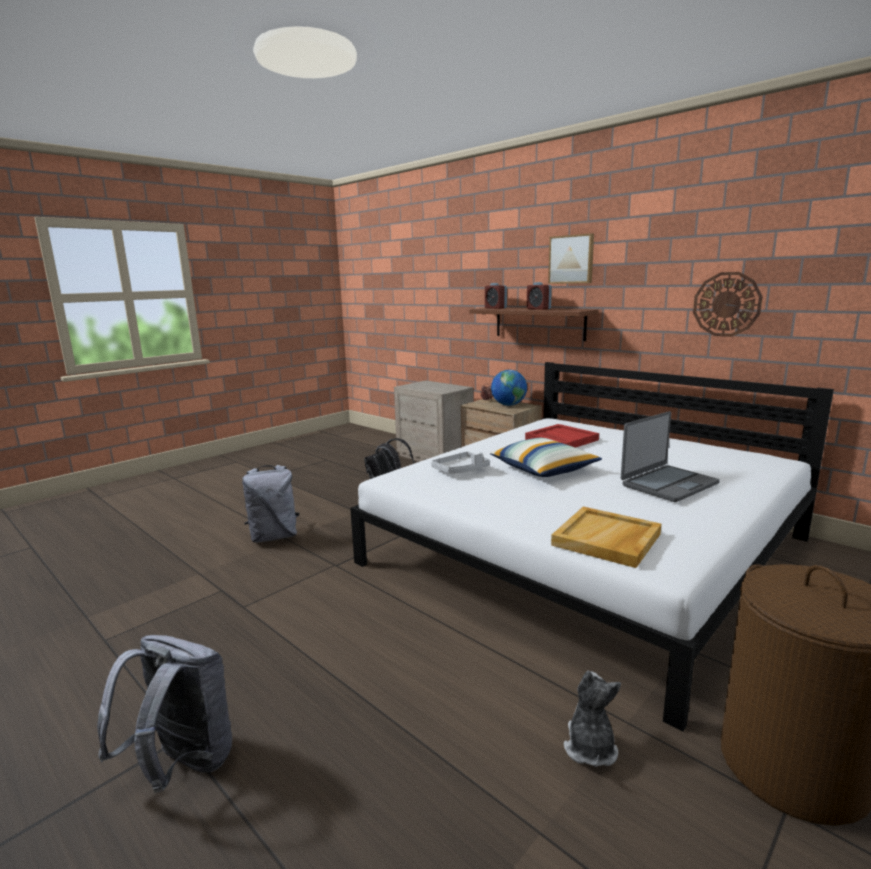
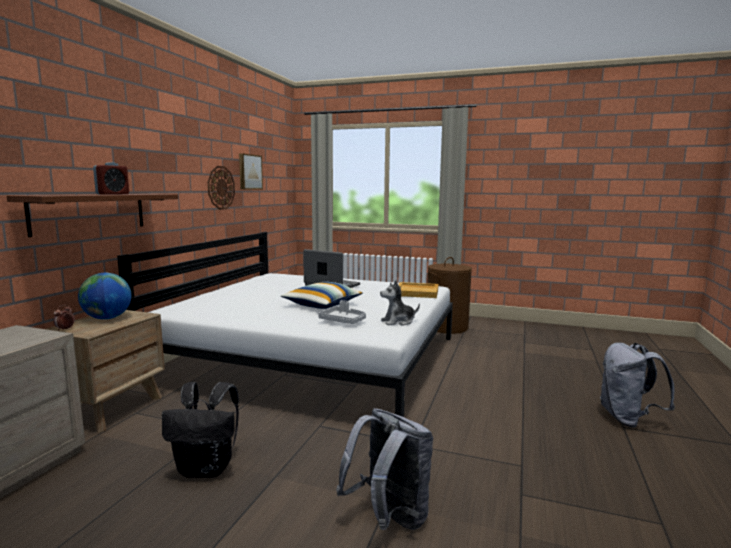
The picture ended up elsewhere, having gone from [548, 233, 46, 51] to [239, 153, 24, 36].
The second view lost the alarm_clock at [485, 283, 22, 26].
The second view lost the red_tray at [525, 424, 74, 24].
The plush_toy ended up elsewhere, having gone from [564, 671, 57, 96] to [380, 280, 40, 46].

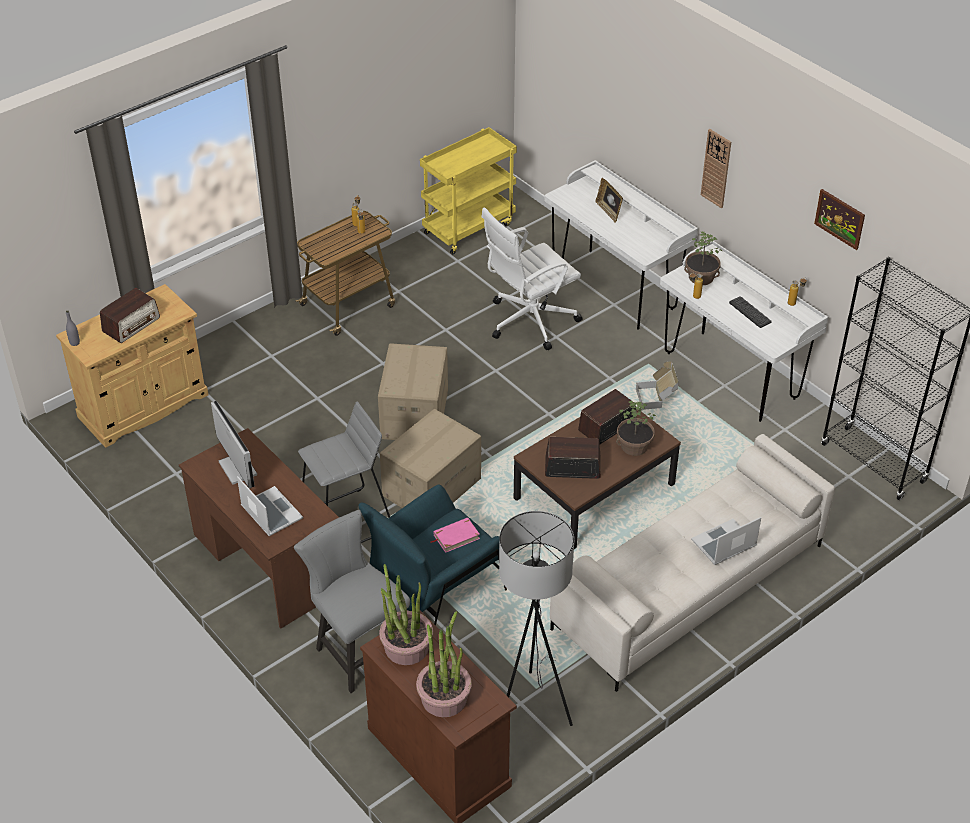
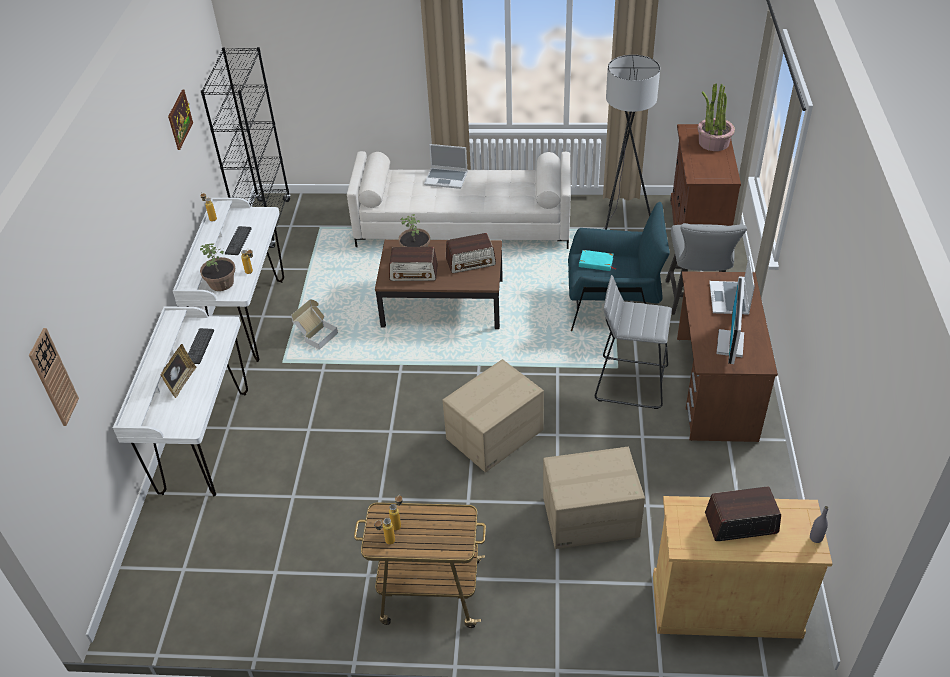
The second view lost the yellow_cart at [420, 127, 97, 128].
The wall_clock ended up elsewhere, having gone from [701, 129, 30, 79] to [29, 328, 50, 98].
The second view lost the white_office_chair at [482, 208, 101, 142].
The cardboard_box ended up elsewhere, having gone from [380, 409, 101, 99] to [543, 447, 102, 102].
The radio at [545, 437, 56, 42] ended up facing another way, 60 degrees counterclockwise from before.
What was the pink_book at [430, 518, 50, 35] turned into the turquoise_book at [579, 250, 38, 21].
The second view lost the potted_plant at [379, 564, 54, 101].
The second view gained the keyboard at [188, 328, 26, 36].

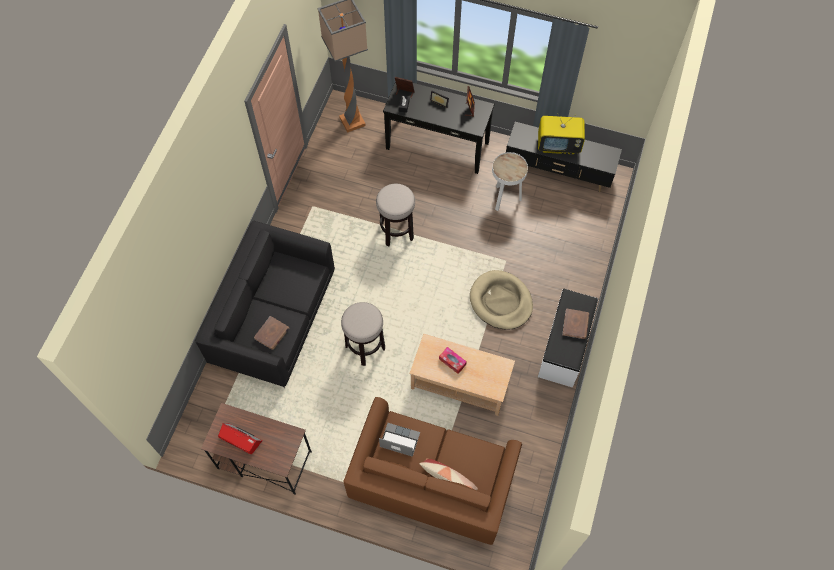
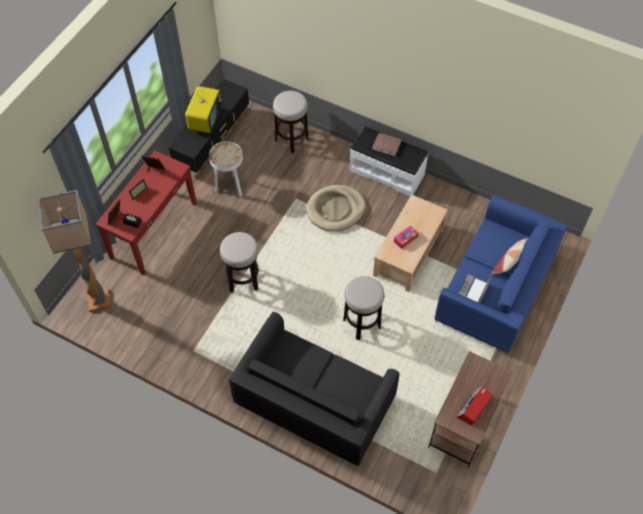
What was the black_console_table at [383, 81, 111, 93] turned into the red_console_table at [96, 151, 101, 124].
The second view lost the brown_book at [254, 316, 35, 34].
What was the brown_sofa at [343, 397, 179, 148] turned into the blue_sofa at [434, 195, 133, 160].
The second view gained the stool at [273, 91, 35, 62].

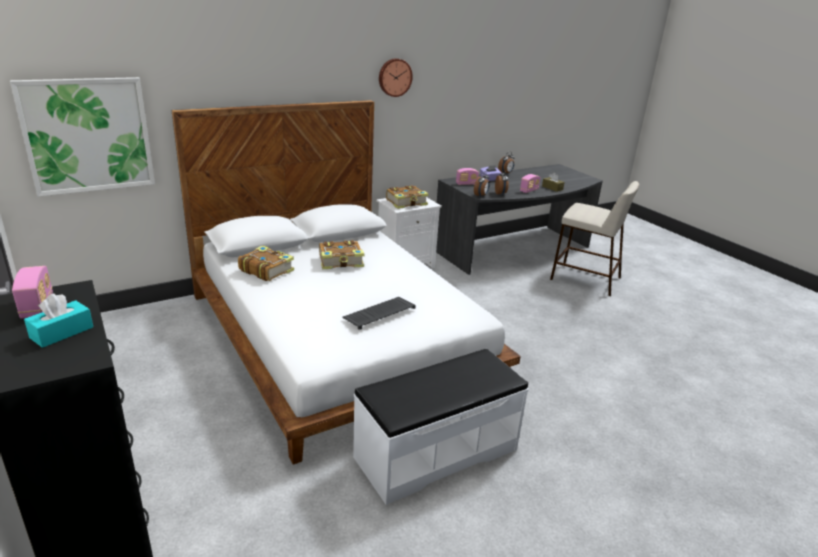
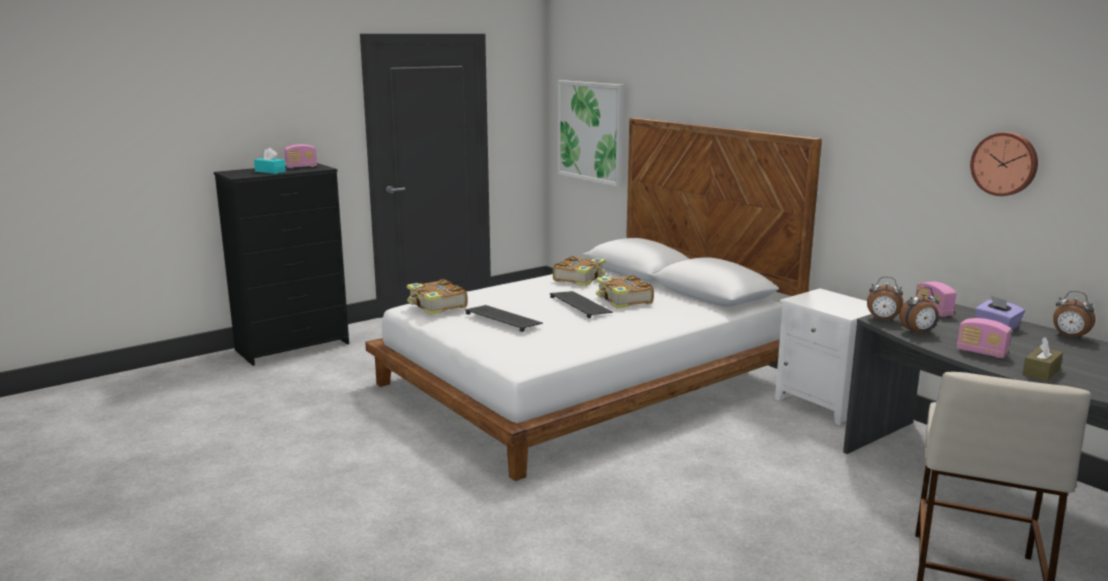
The wall_clock ended up elsewhere, having gone from [379, 58, 34, 39] to [970, 132, 68, 64].
The book ended up elsewhere, having gone from [386, 185, 43, 24] to [407, 279, 61, 36].
The second view lost the white_bench at [353, 349, 176, 156].
The second view gained the keyboard at [550, 291, 63, 27].

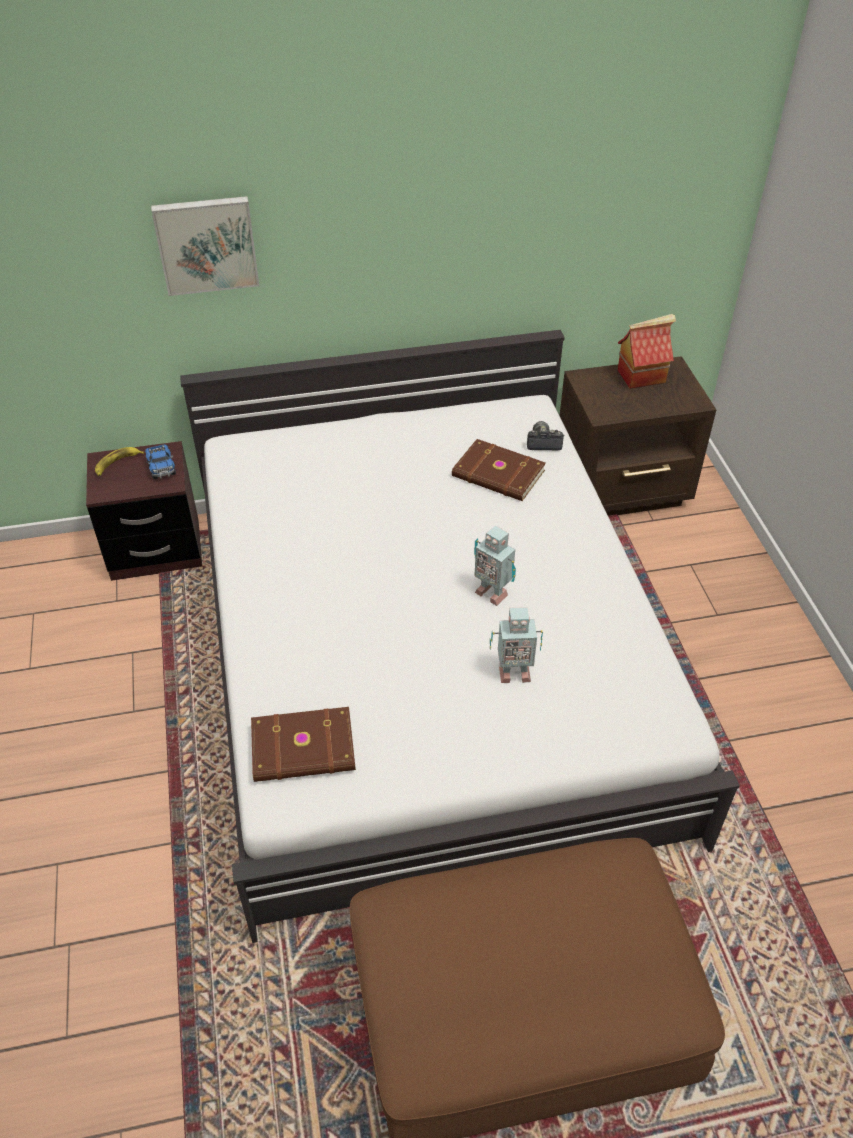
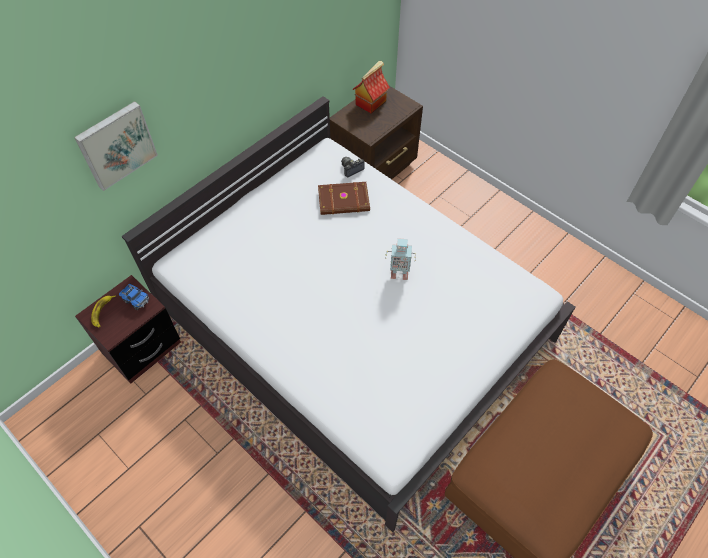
The second view lost the toy_robot at [490, 607, 53, 76].
The second view lost the brown_book at [251, 707, 105, 75].

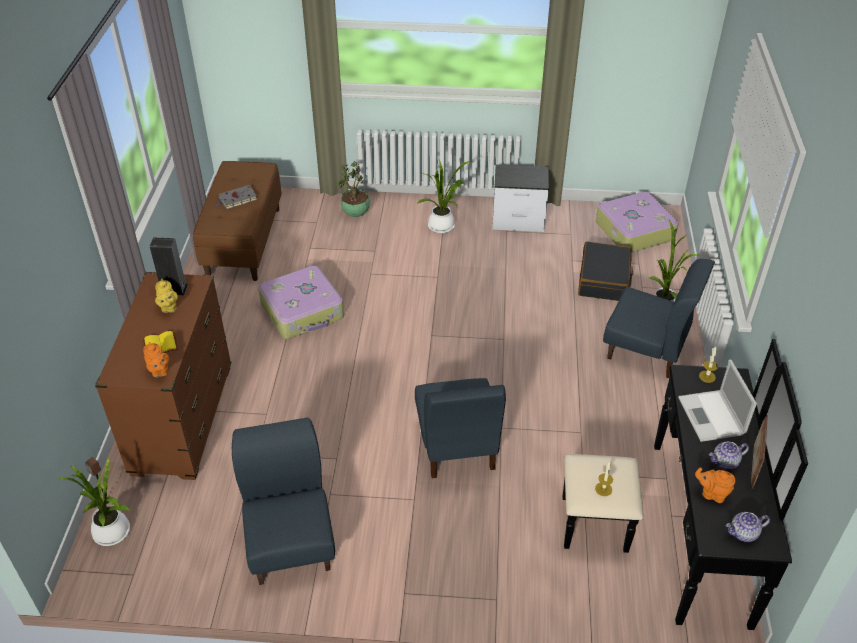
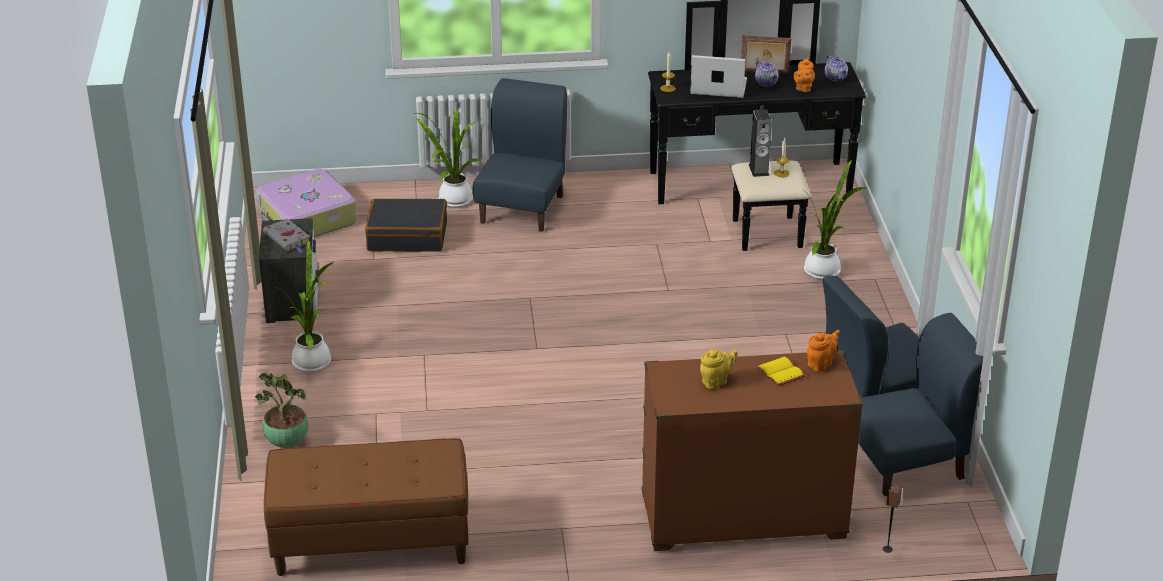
The grey_book ended up elsewhere, having gone from [216, 185, 42, 24] to [263, 219, 48, 34].
The speaker ended up elsewhere, having gone from [150, 238, 38, 58] to [749, 109, 23, 68].
The second view lost the suitcase at [258, 266, 86, 73].
The laptop at [678, 360, 79, 82] ended up facing another way, 150 degrees counterclockwise from before.
The blue_chair ended up elsewhere, having gone from [415, 378, 91, 100] to [858, 313, 125, 183].
The potted_plant ended up elsewhere, having gone from [57, 456, 73, 90] to [803, 160, 65, 120].

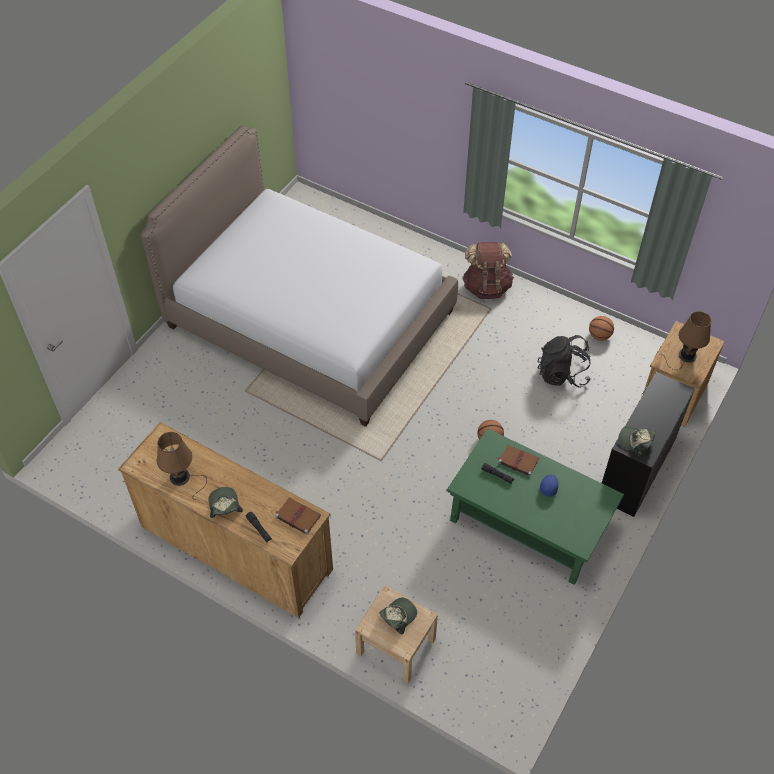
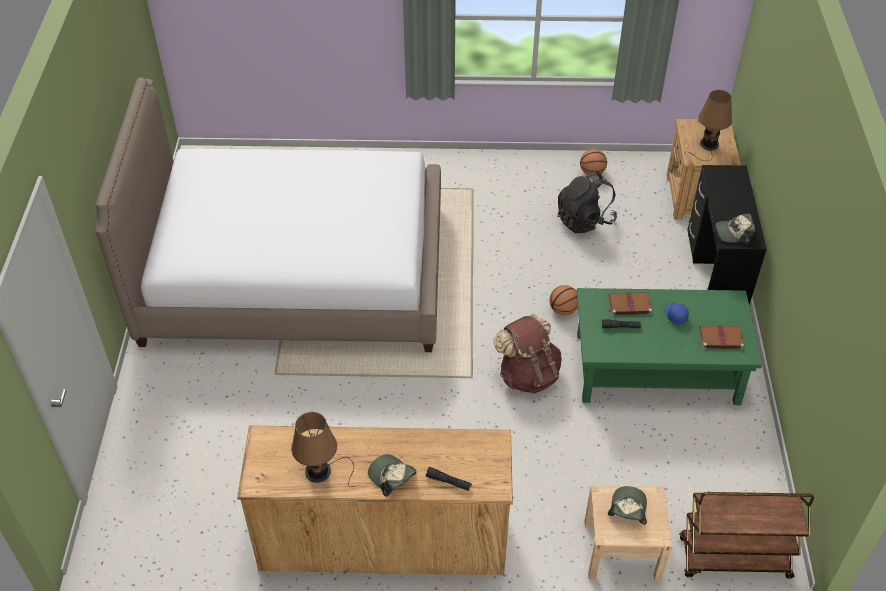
The brown_backpack ended up elsewhere, having gone from [462, 242, 52, 57] to [494, 314, 68, 80].
The brown_book ended up elsewhere, having gone from [275, 498, 46, 37] to [698, 326, 46, 23].
The second view gained the brown_cart at [679, 492, 135, 87].

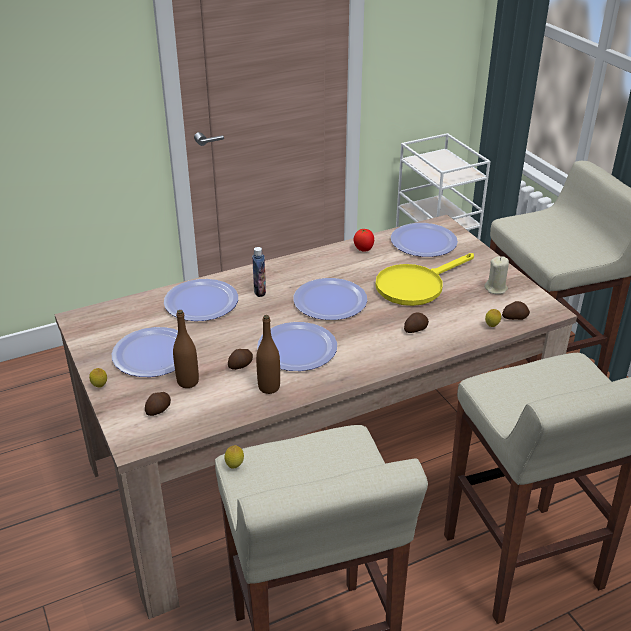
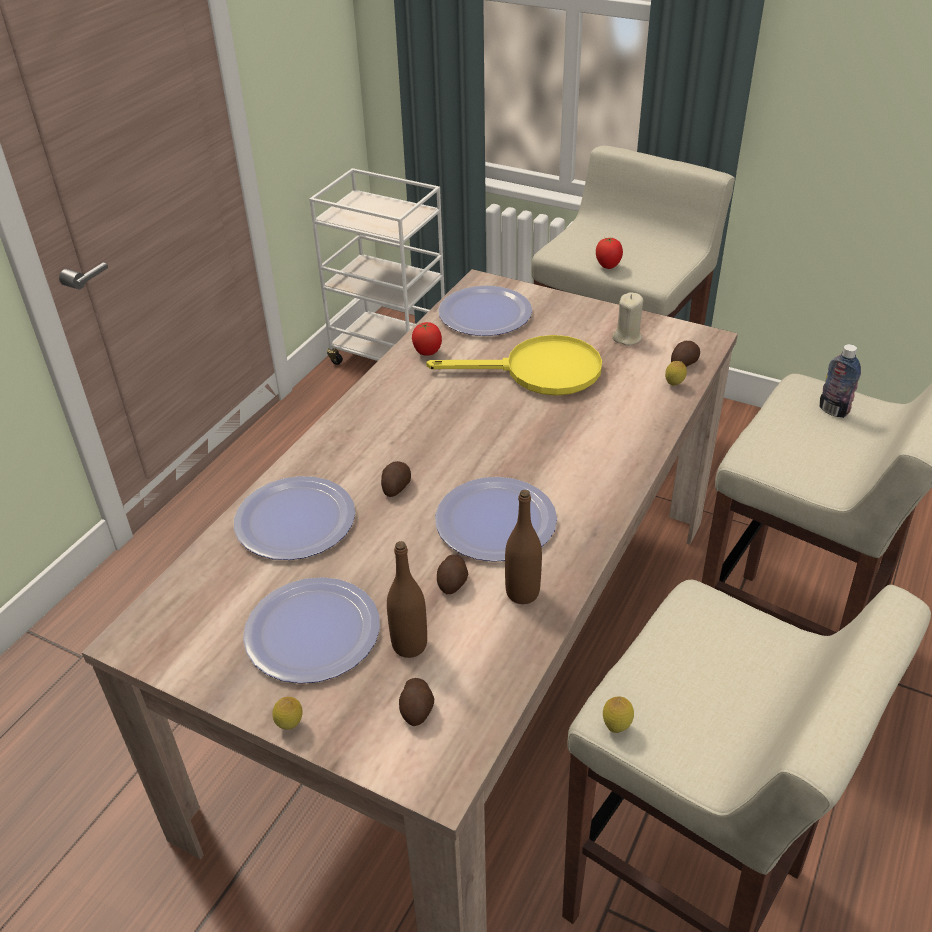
The bottle ended up elsewhere, having gone from [252, 247, 14, 50] to [820, 344, 41, 74].
The yellow_frying_pan at [376, 253, 98, 53] ended up facing another way, 105 degrees counterclockwise from before.
The second view lost the plate at [293, 278, 74, 42].
The potato ended up elsewhere, having gone from [404, 312, 25, 21] to [381, 461, 30, 36].
The second view gained the tomato at [596, 238, 27, 31].

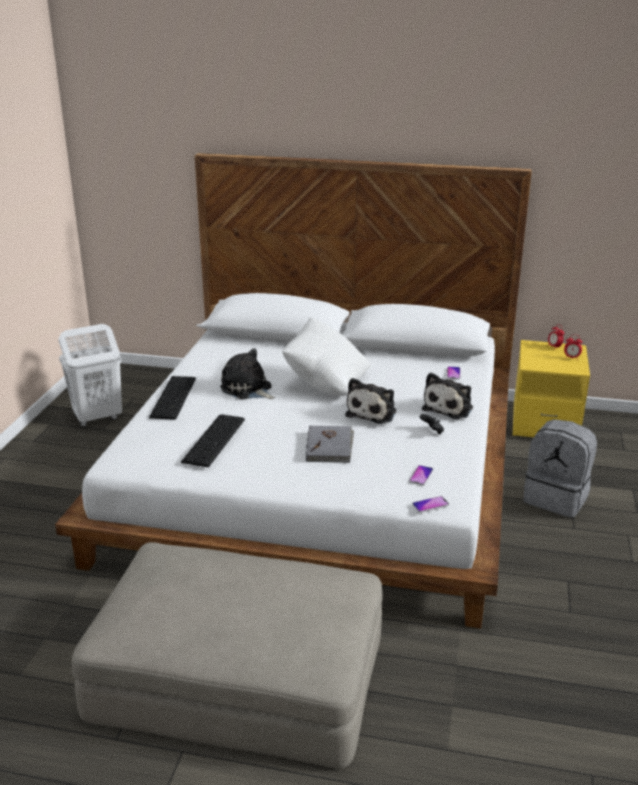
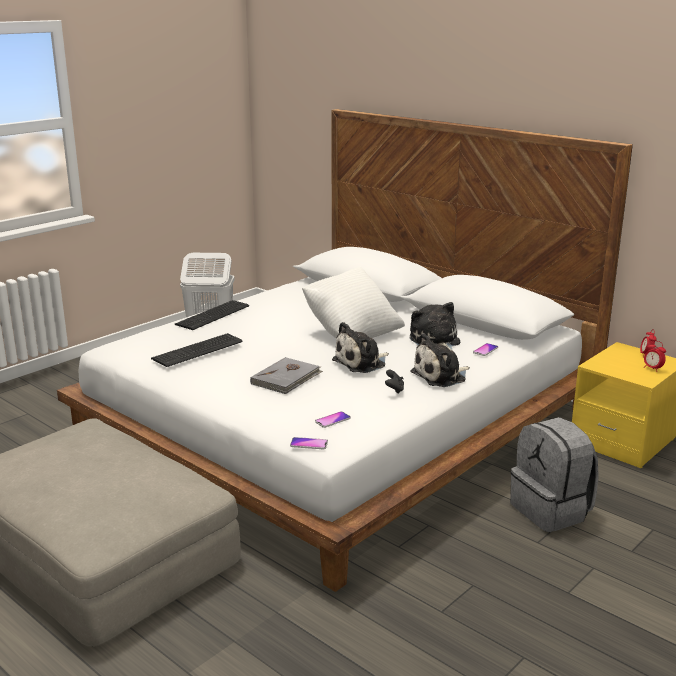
The plush_toy ended up elsewhere, having gone from [220, 348, 55, 51] to [410, 302, 50, 49].

